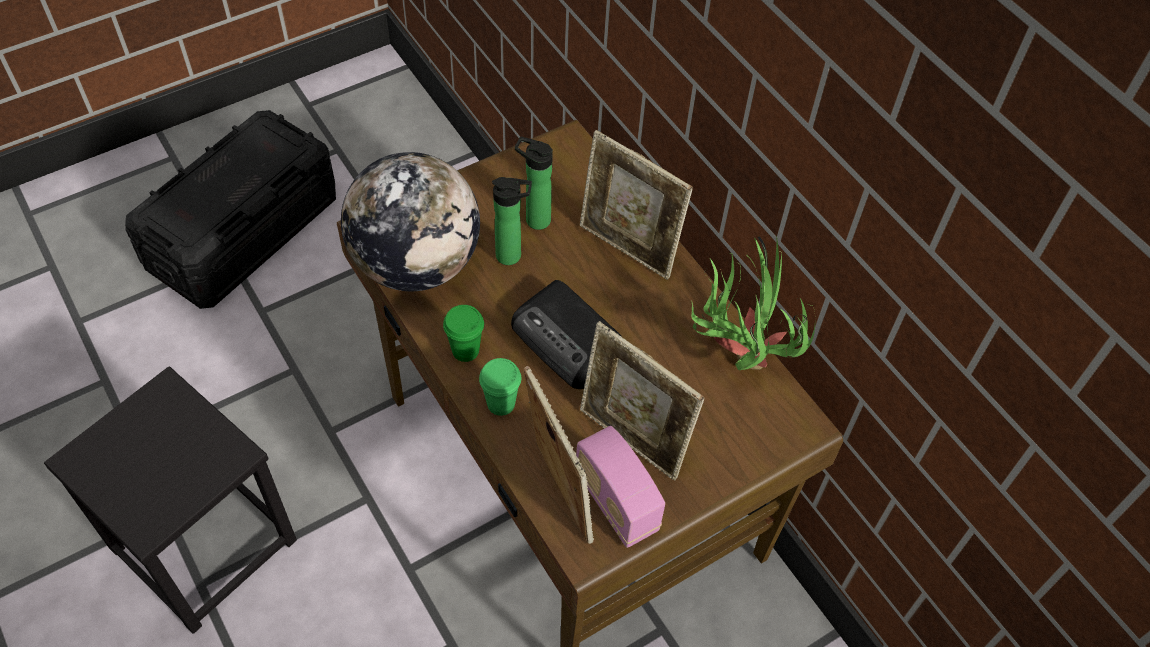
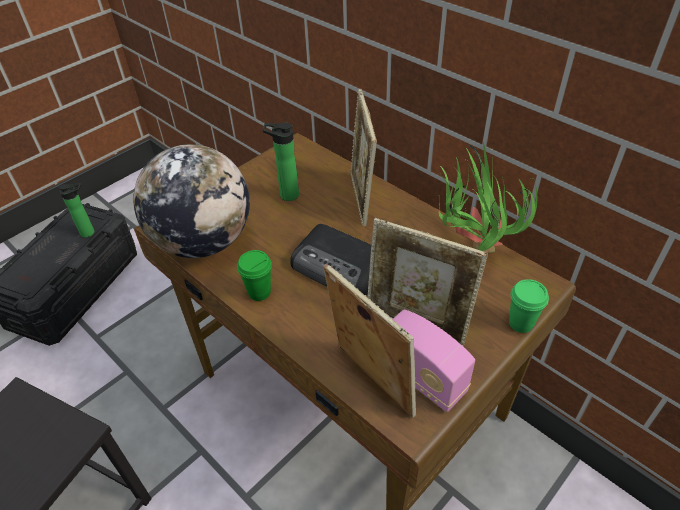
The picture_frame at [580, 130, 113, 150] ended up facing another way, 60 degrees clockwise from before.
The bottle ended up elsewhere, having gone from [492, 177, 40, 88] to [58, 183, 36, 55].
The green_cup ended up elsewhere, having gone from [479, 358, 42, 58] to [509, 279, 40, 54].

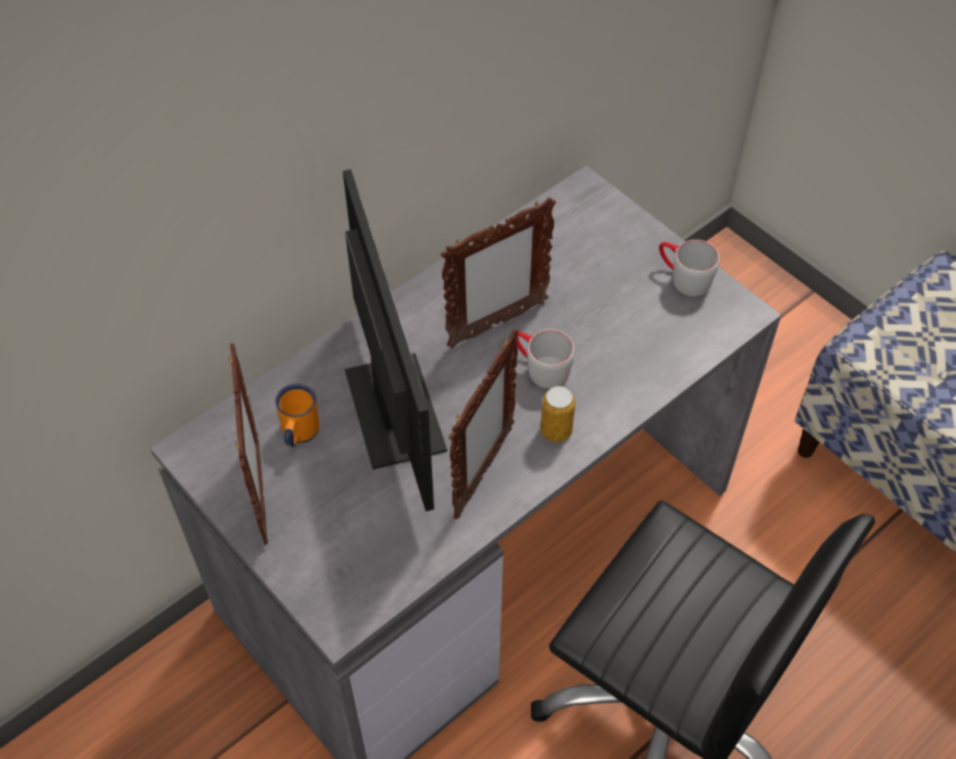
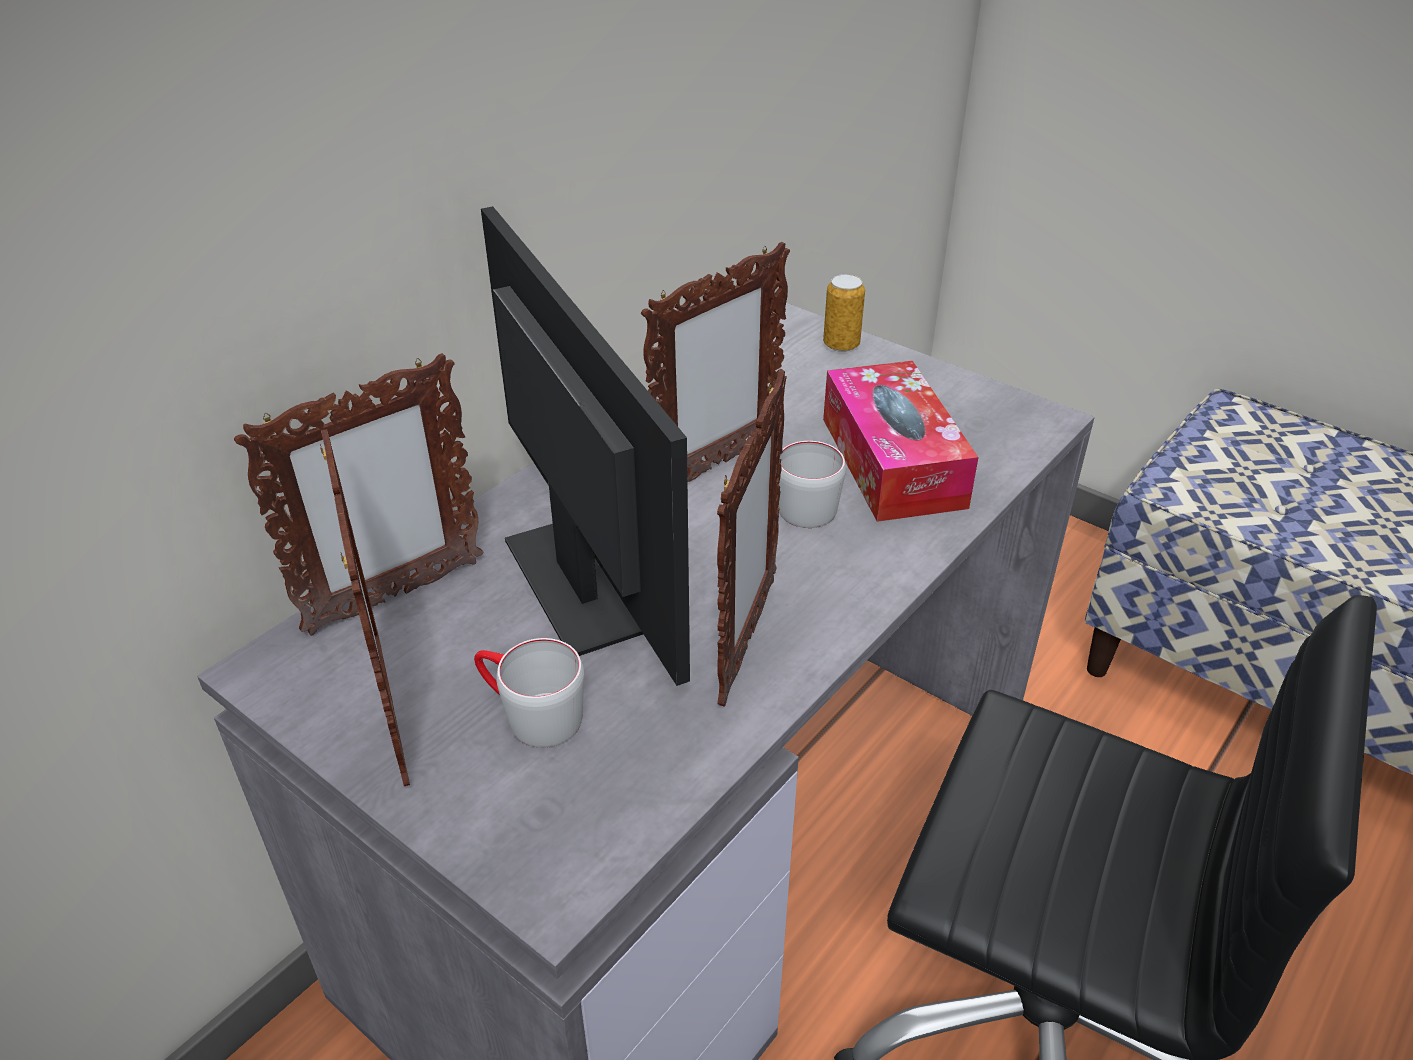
The grey_mug ended up elsewhere, having gone from [659, 240, 61, 57] to [474, 638, 110, 110].
The second view lost the orange_mug at [275, 383, 44, 64].
The can ended up elsewhere, having gone from [541, 386, 34, 56] to [823, 274, 42, 78].
The second view gained the picture_frame at [234, 353, 249, 283].
The second view gained the tissue_box at [823, 361, 156, 161].

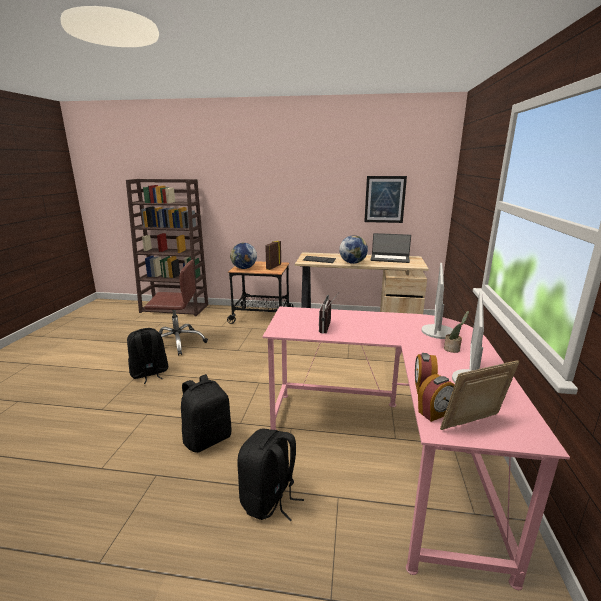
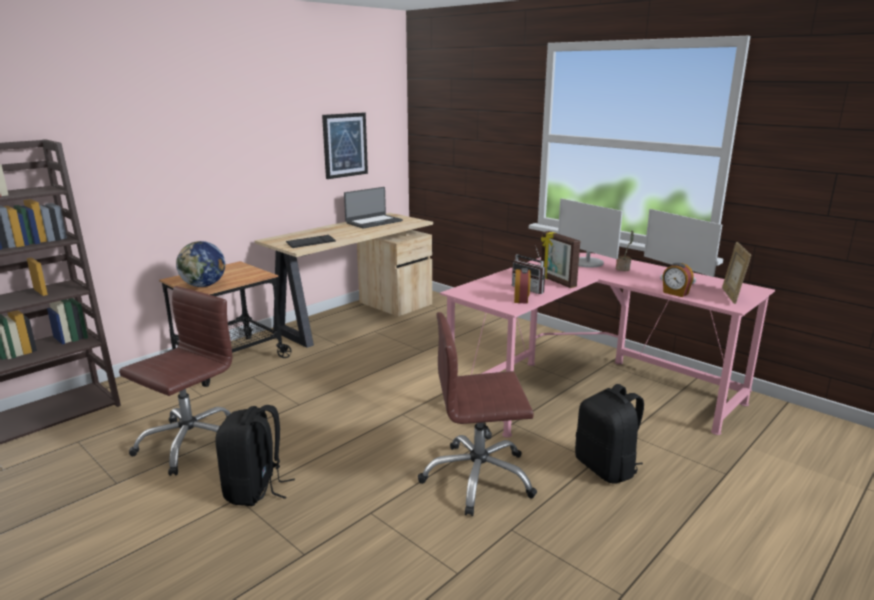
The second view lost the globe at [339, 235, 29, 29].
The picture_frame ended up elsewhere, having gone from [265, 241, 16, 29] to [541, 231, 39, 57].
Where the black_backpack stood at [181, 374, 51, 79], the brown_office_chair came to stand at [418, 312, 119, 204].
The alarm_clock ended up elsewhere, having gone from [418, 374, 37, 48] to [514, 268, 17, 36].

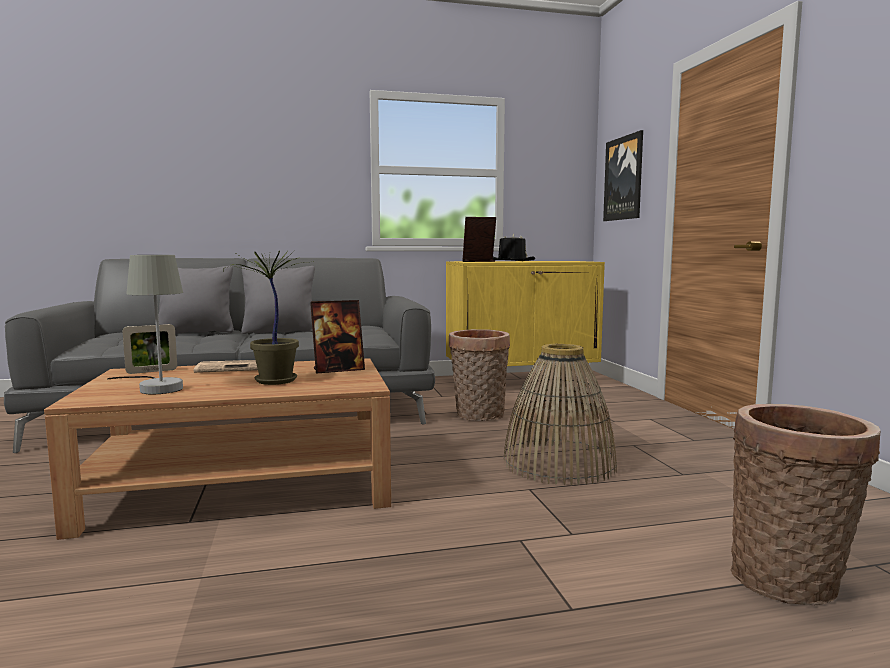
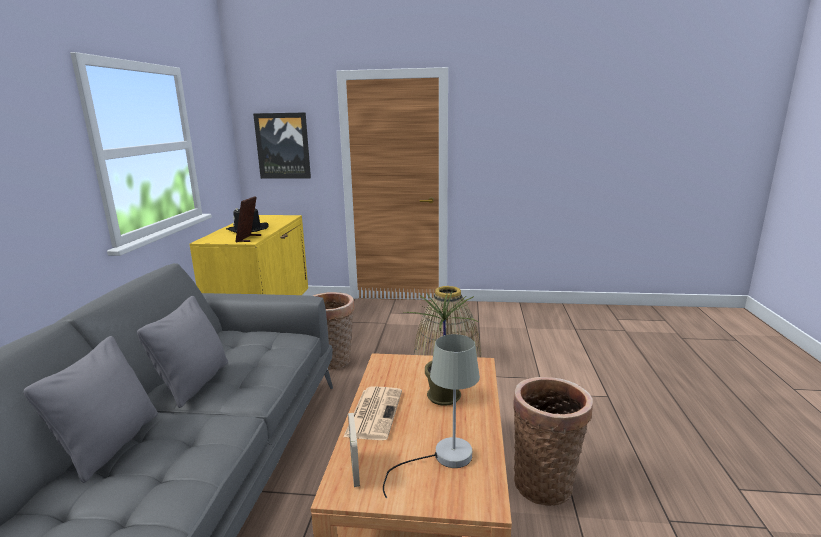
The second view lost the picture_frame at [310, 300, 55, 74].
The basket ended up elsewhere, having gone from [731, 404, 150, 201] to [513, 377, 80, 129].

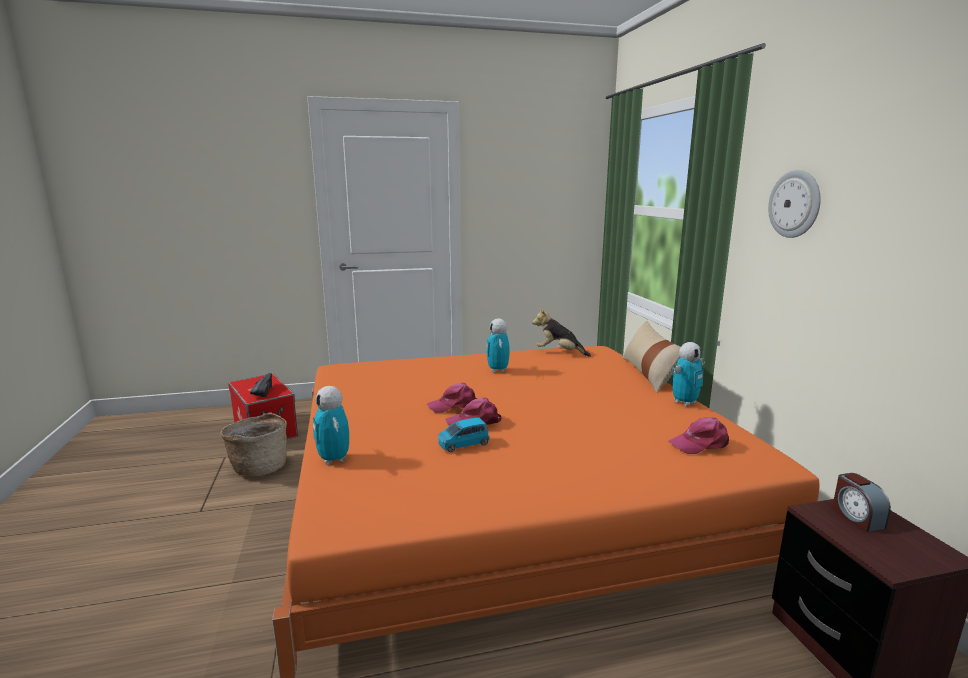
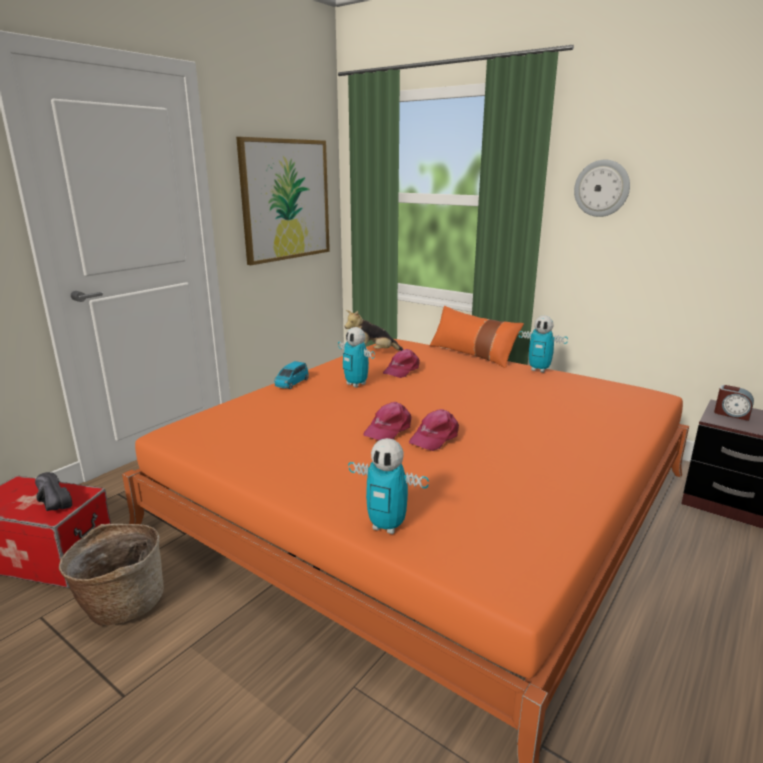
What was the beige_pillow at [622, 321, 58, 72] turned into the orange_pillow at [429, 306, 95, 62].
The toy_robot at [672, 342, 33, 64] ended up facing another way, 105 degrees clockwise from before.
The blue_toy_car ended up elsewhere, having gone from [438, 417, 51, 35] to [274, 361, 35, 28].
The pink_cap ended up elsewhere, having gone from [668, 417, 61, 37] to [383, 349, 37, 29].
The second view gained the picture at [236, 137, 94, 128].

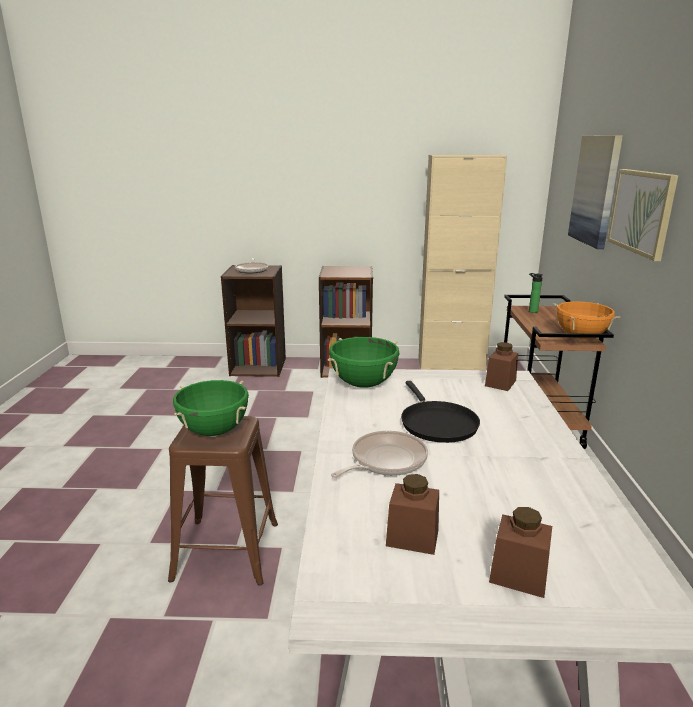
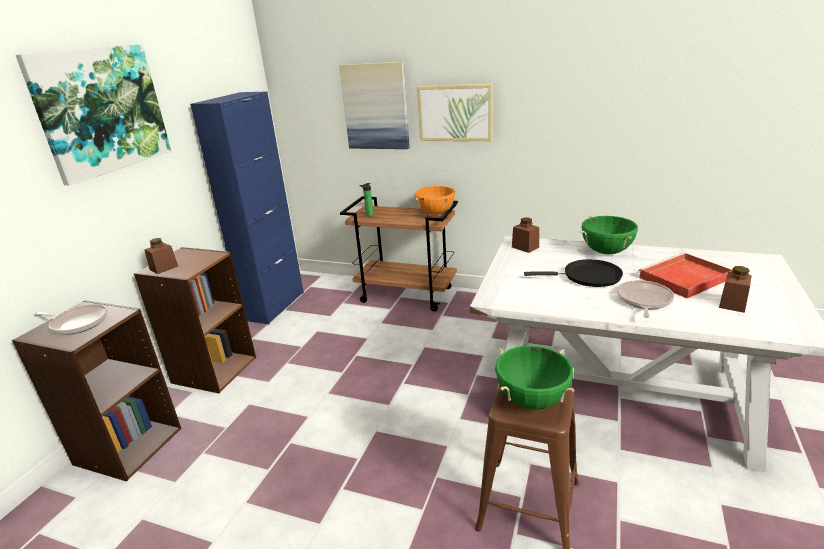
What was the beige_cabinet at [418, 155, 89, 215] turned into the blue_cabinet at [190, 92, 114, 232].
The green_cooking_pot ended up elsewhere, having gone from [327, 337, 72, 51] to [580, 216, 58, 38].
The frying_pan at [331, 431, 97, 47] ended up facing another way, 45 degrees clockwise from before.
The brown_jar ended up elsewhere, having gone from [489, 507, 63, 91] to [144, 238, 34, 36].
The second view gained the picture at [16, 44, 156, 141].
The second view gained the red_tray at [638, 253, 95, 45].

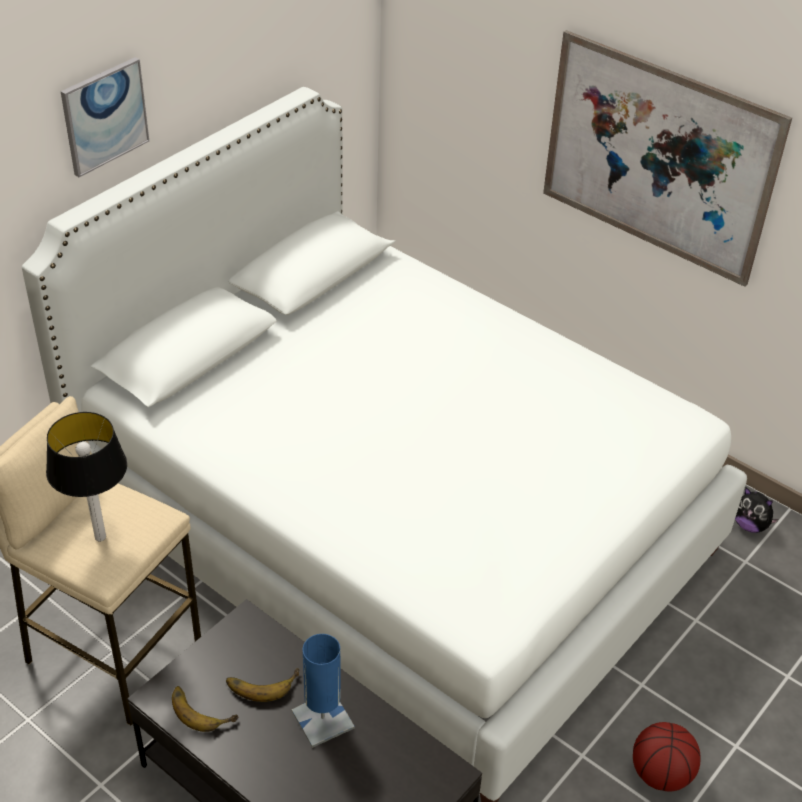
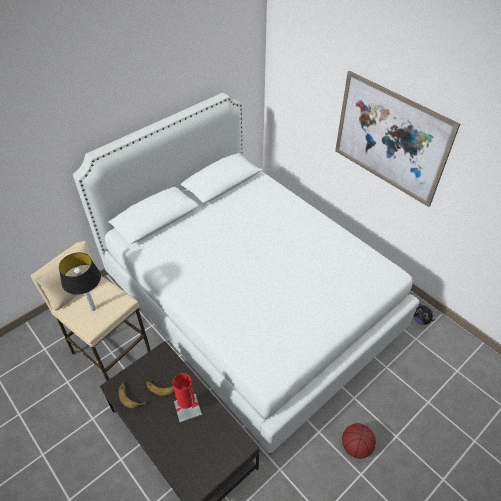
The second view lost the picture at [61, 57, 88, 120].
What was the blue_table_lamp at [292, 634, 63, 114] turned into the red_table_lamp at [173, 373, 29, 50].

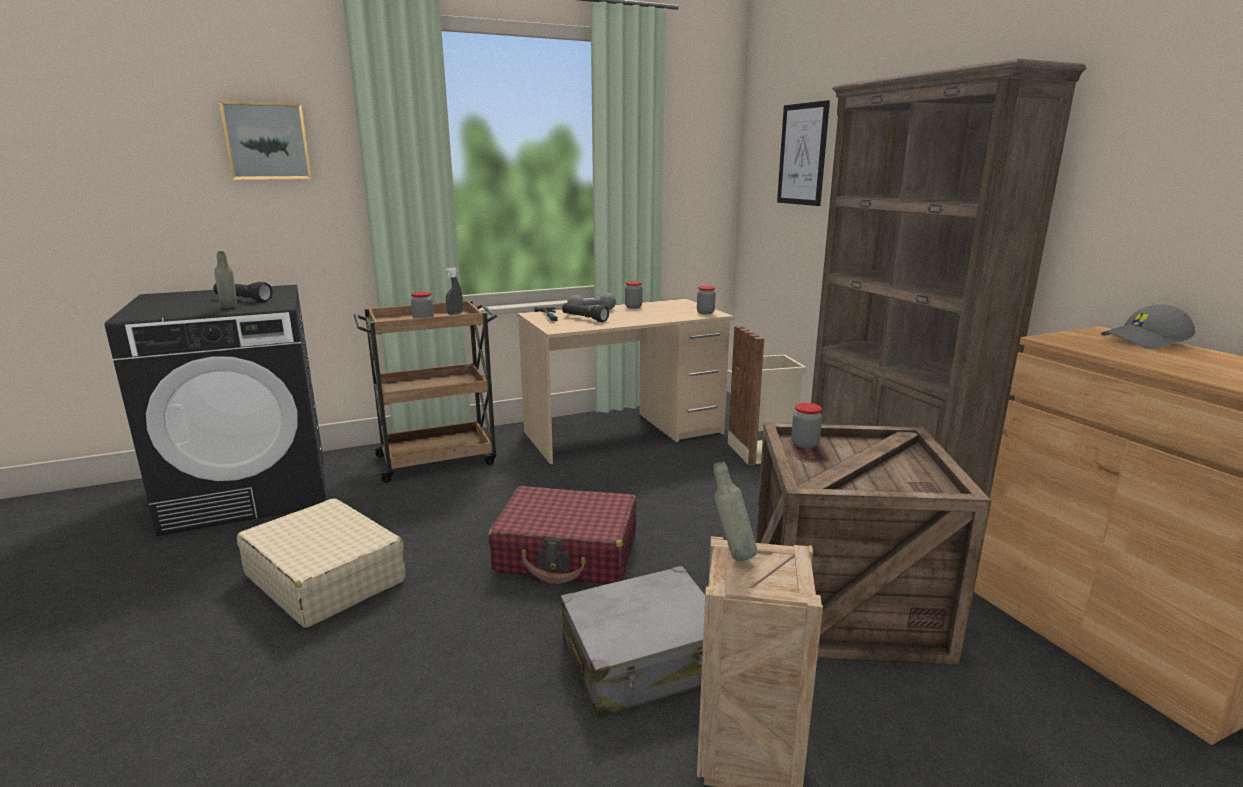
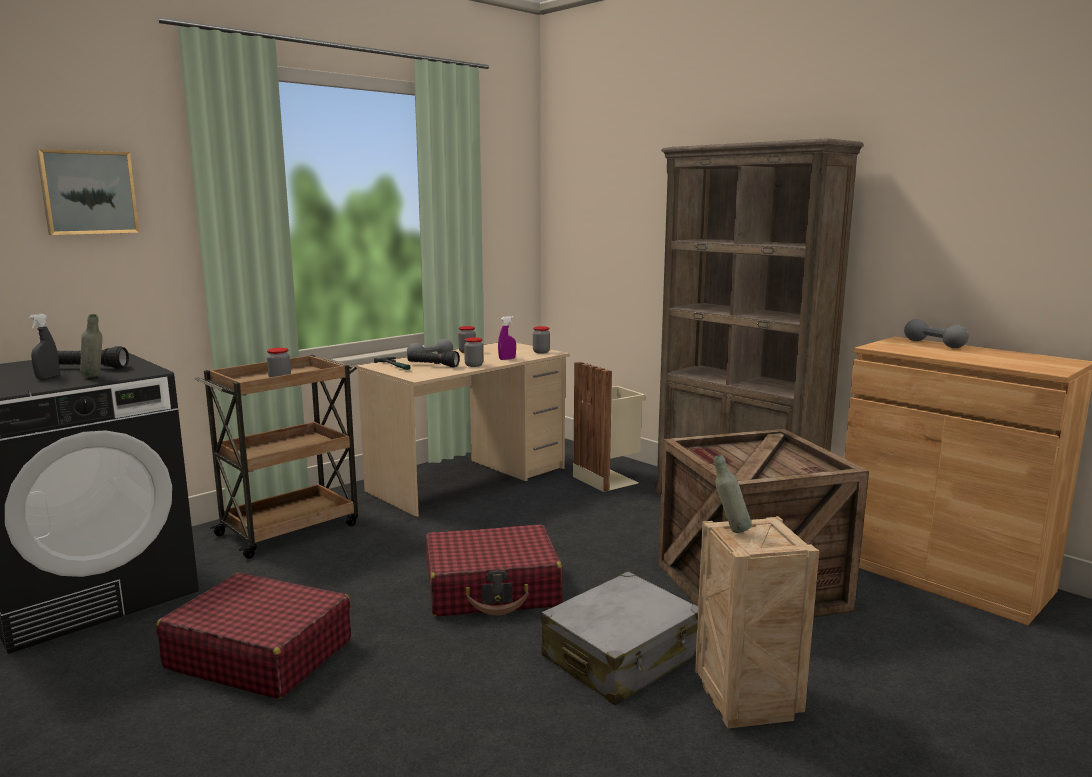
The second view lost the picture at [777, 100, 53, 106].
The grey_spray_bottle ended up elsewhere, having gone from [445, 267, 18, 48] to [28, 314, 31, 65].
Where the grey_cap stood at [1101, 304, 94, 46], the grey_dumbbell came to stand at [904, 319, 65, 29].
The jar ended up elsewhere, having gone from [791, 403, 31, 45] to [464, 337, 19, 30].
What was the beige_suitcase at [237, 498, 168, 130] turned into the red_suitcase at [156, 573, 195, 126].
The second view gained the purple_spray_bottle at [498, 316, 18, 44].

